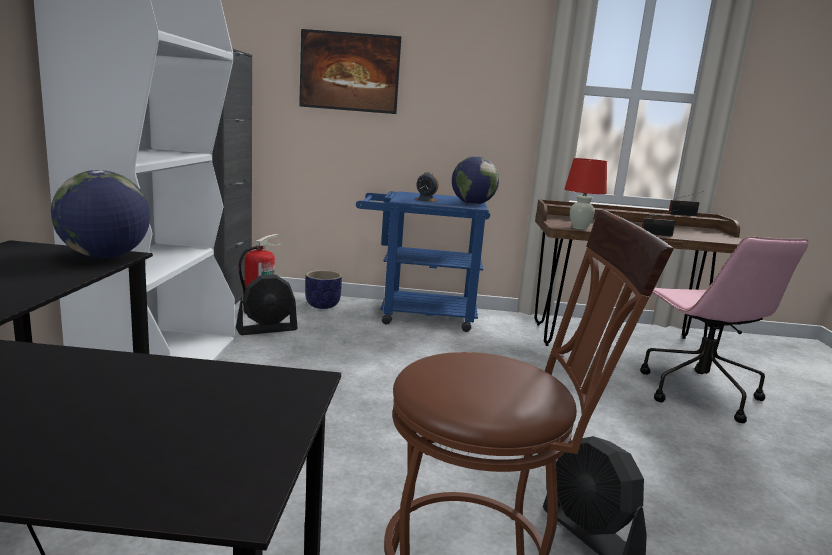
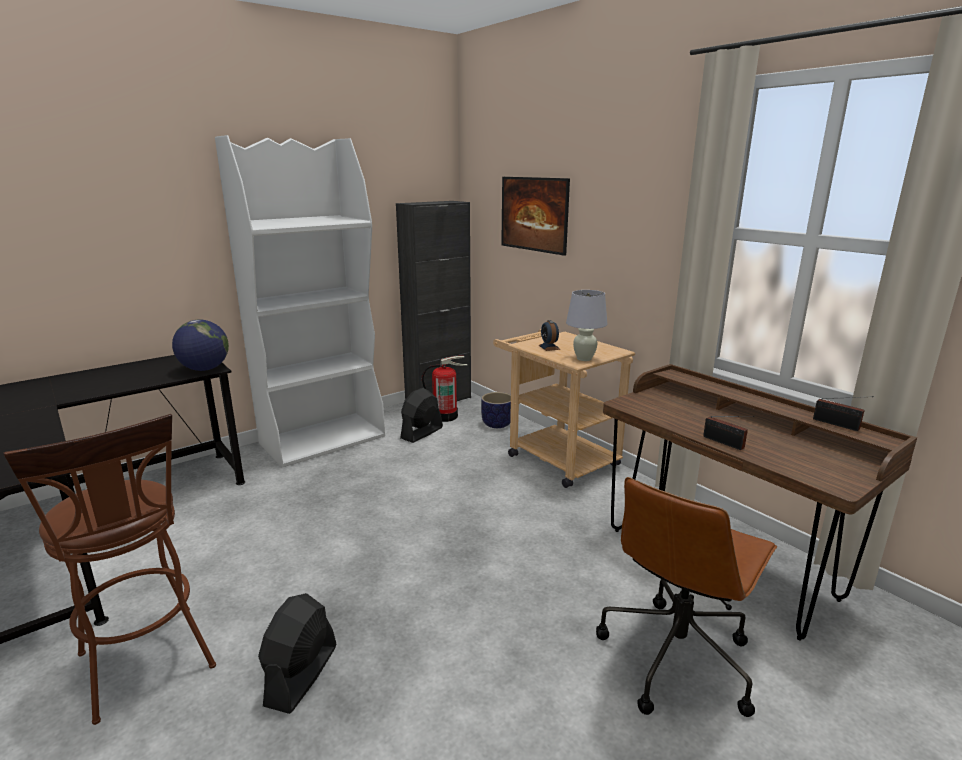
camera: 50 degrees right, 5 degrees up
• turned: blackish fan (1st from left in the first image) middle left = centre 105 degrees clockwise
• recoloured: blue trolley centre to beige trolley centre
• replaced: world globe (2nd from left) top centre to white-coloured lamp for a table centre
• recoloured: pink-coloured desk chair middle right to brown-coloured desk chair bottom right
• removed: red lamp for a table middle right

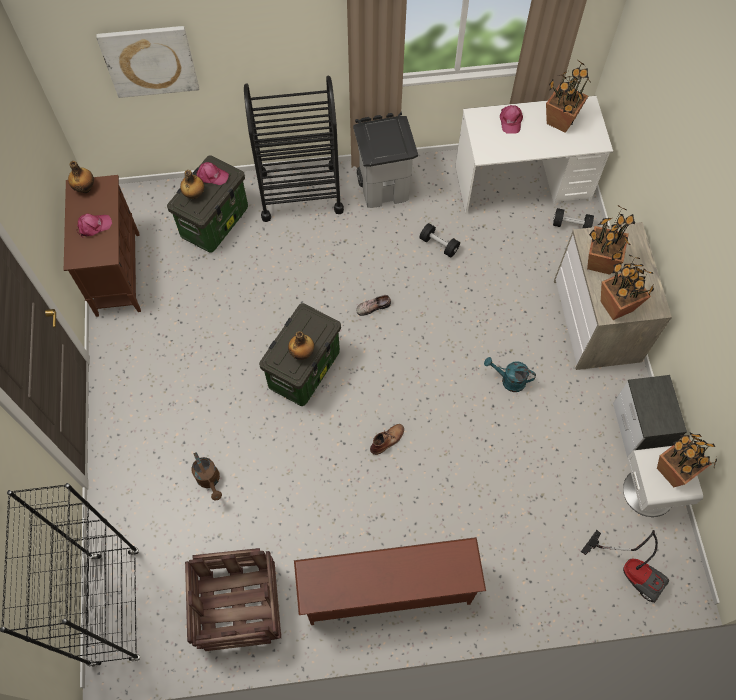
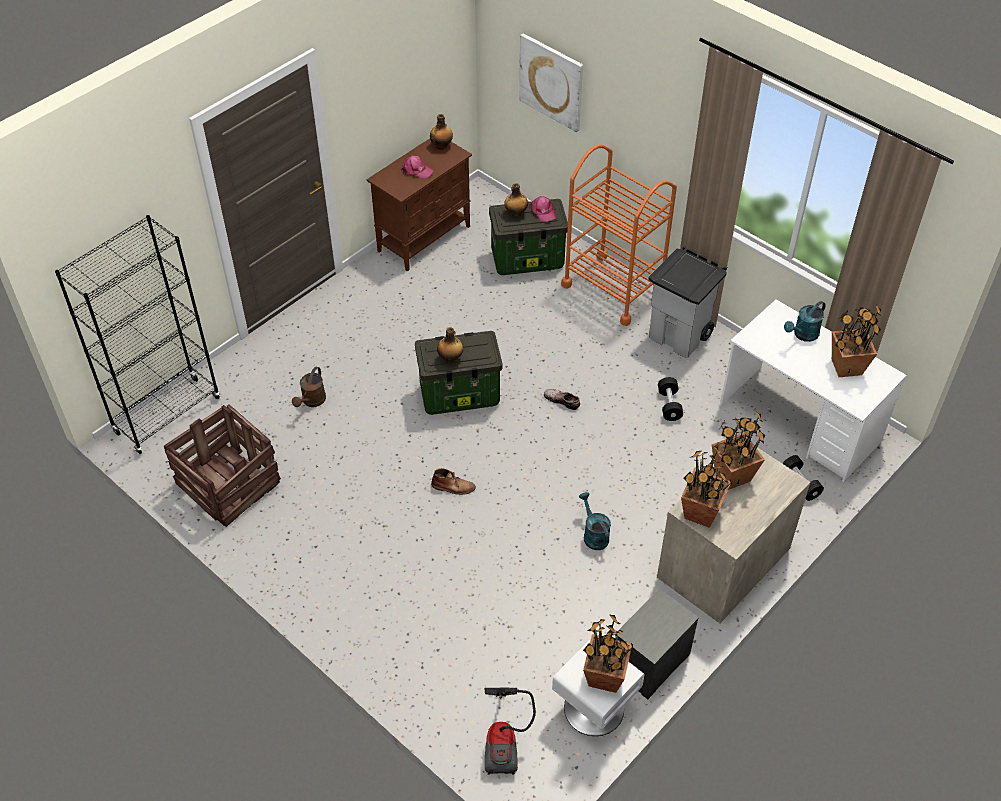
camera: 50 degrees right, 15 degrees down
• recoloured: blackish trolley top centre to orange trolley top centre
• replaced: pink-coloured baseball cap (3rd from left) top right to turquoise-coloured sprinkling can (2nd from left) middle right
• removed: brown-coloured shoe shelf bottom centre

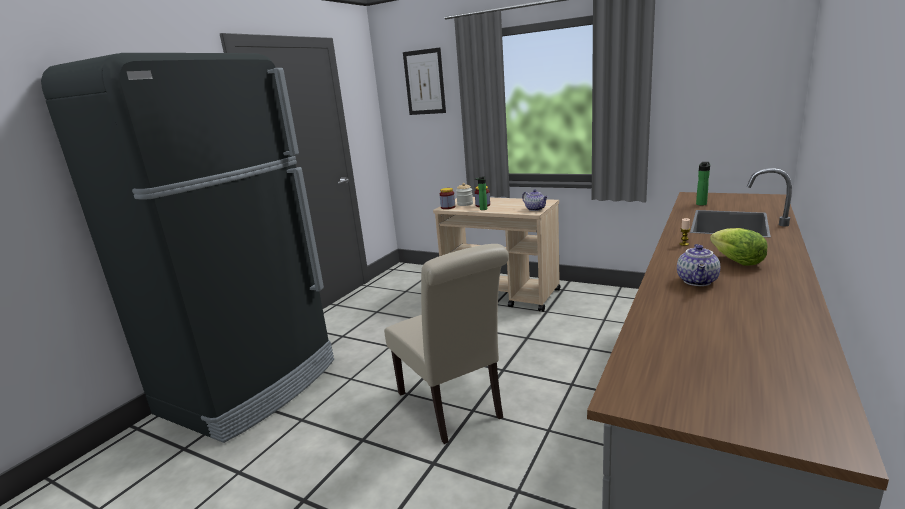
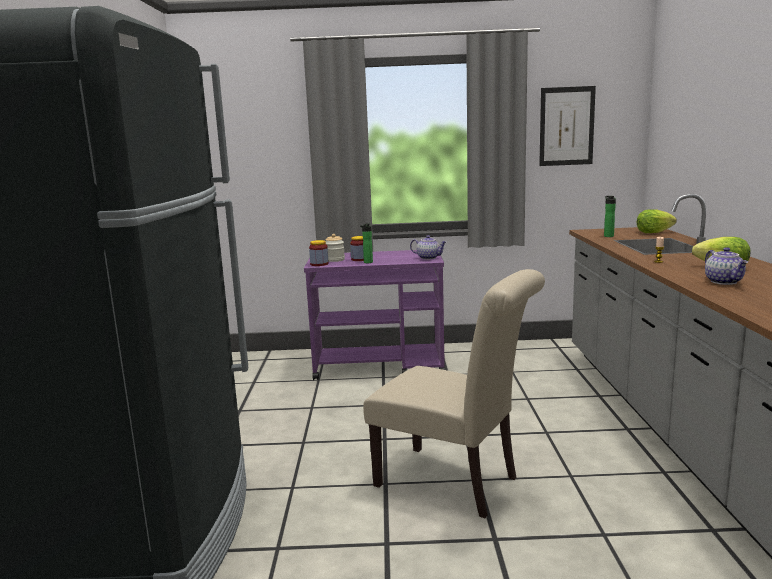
camera: 30 degrees left, 5 degrees down
• recoloured: beige trolley centre to purple-coloured trolley centre
• moved: picture top centre to top right
• added: head of lettuce (1st from left) middle right

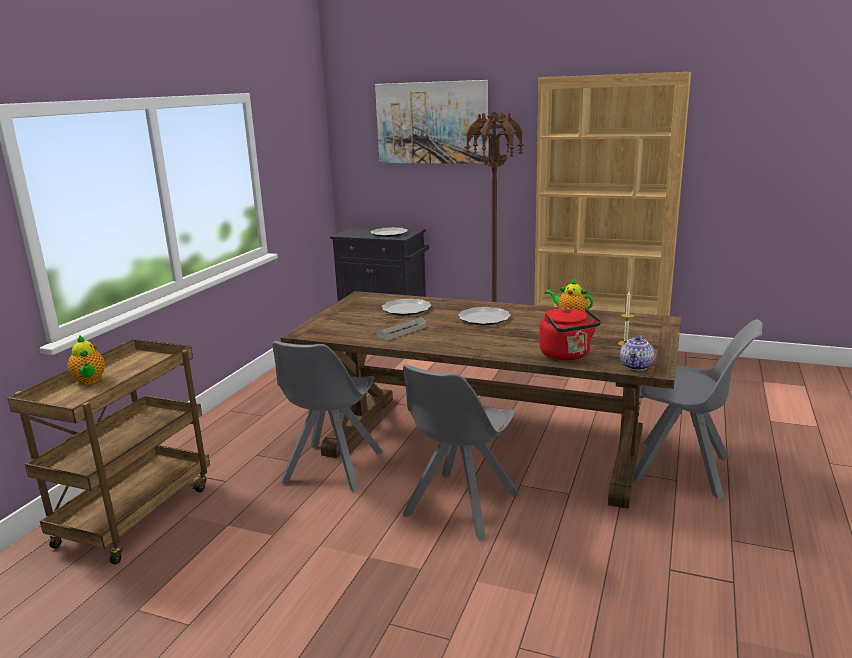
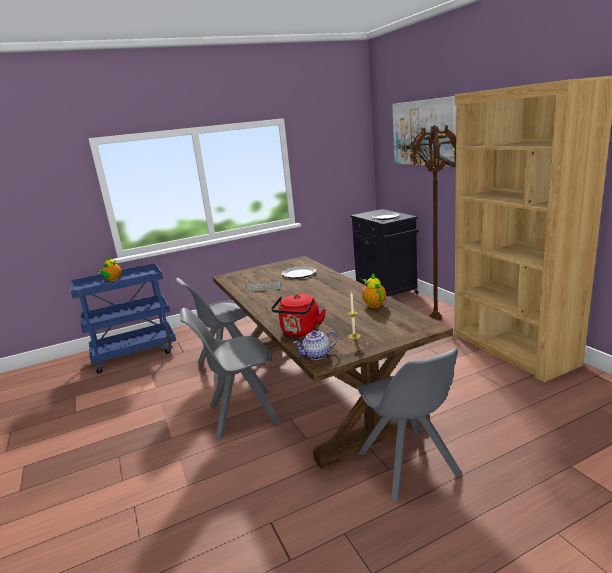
camera: 45 degrees right, 0 degrees up
• recoloured: brown-coloured trolley bottom left to blue trolley middle left
• removed: dinner plate (3rd from left) centre

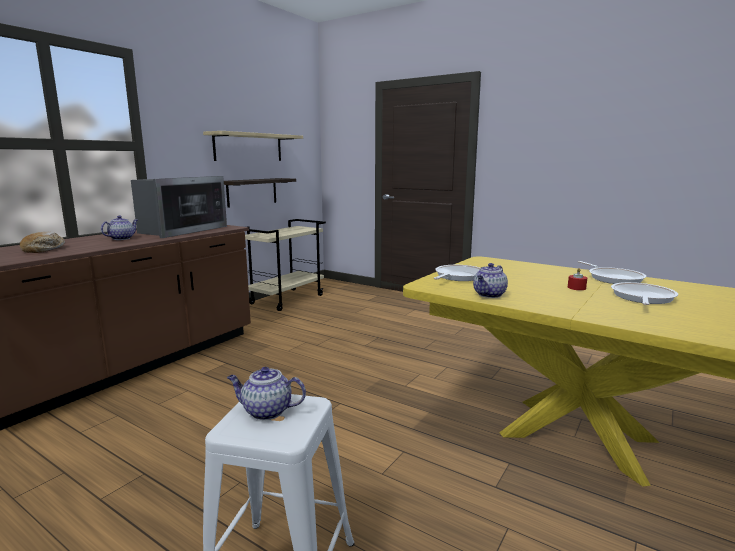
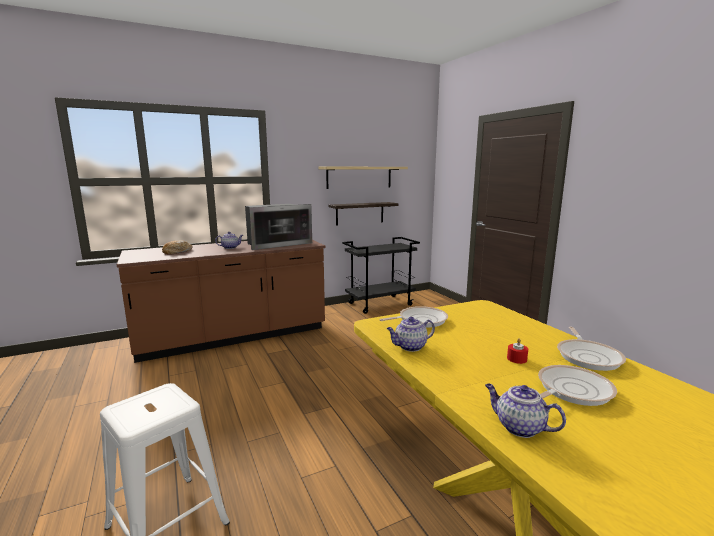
camera: 30 degrees right, 0 degrees up
• recoloured: beige trolley centre to blackish trolley centre
• moved: pot for tea (2nd from left in the first image) bottom centre to pot for tea (3rd from left) bottom right

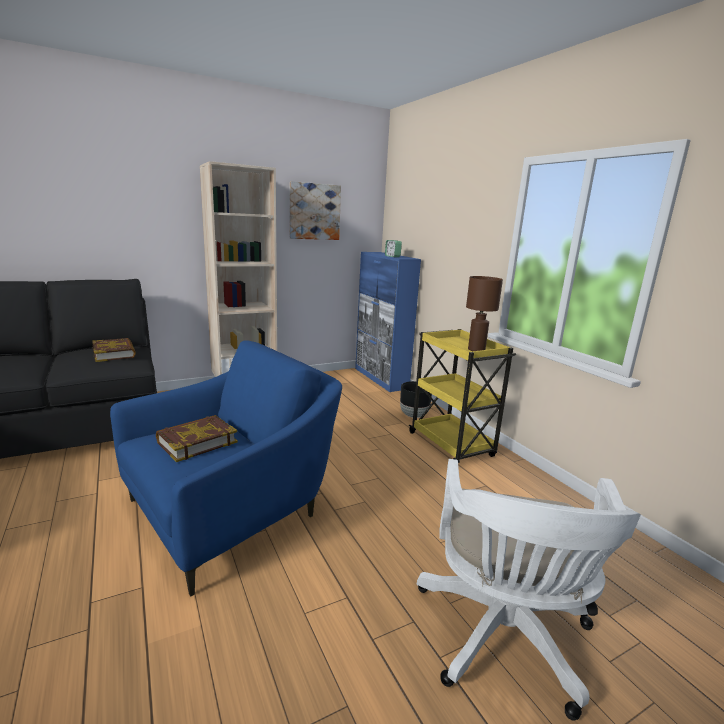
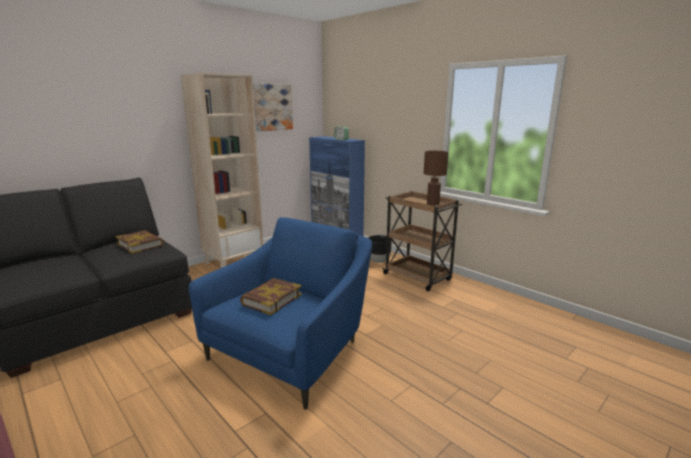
camera: 15 degrees left, 0 degrees up
• recoloured: yellowish trolley centre to brown-coloured trolley centre
• removed: white-coloured desk chair bottom right

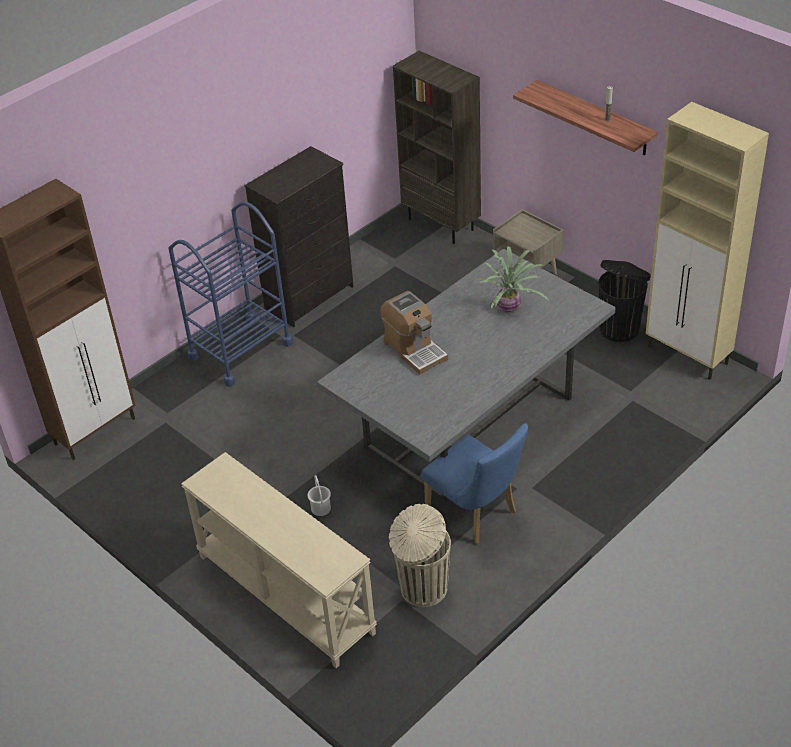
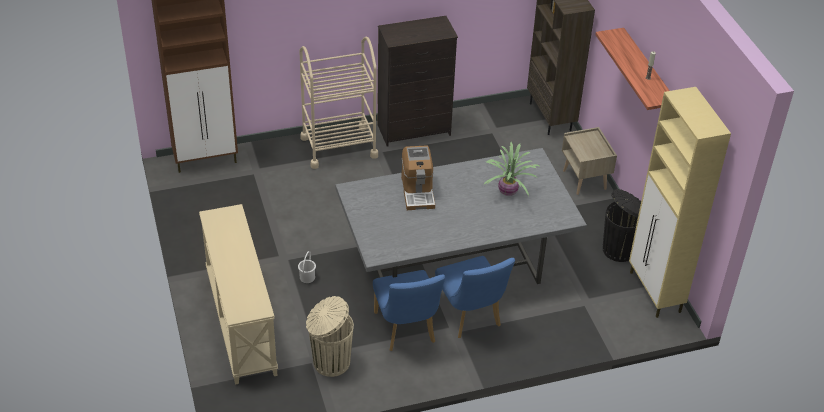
camera: 25 degrees right, 0 degrees up
• recoloured: blue trolley middle left to beige trolley top centre
• added: blue plain chair (2nd from left) bottom centre

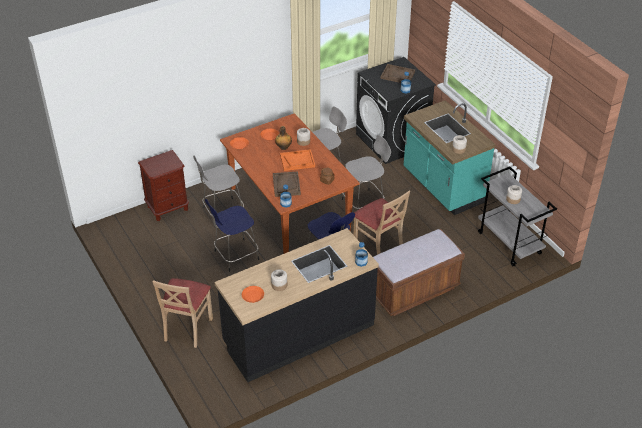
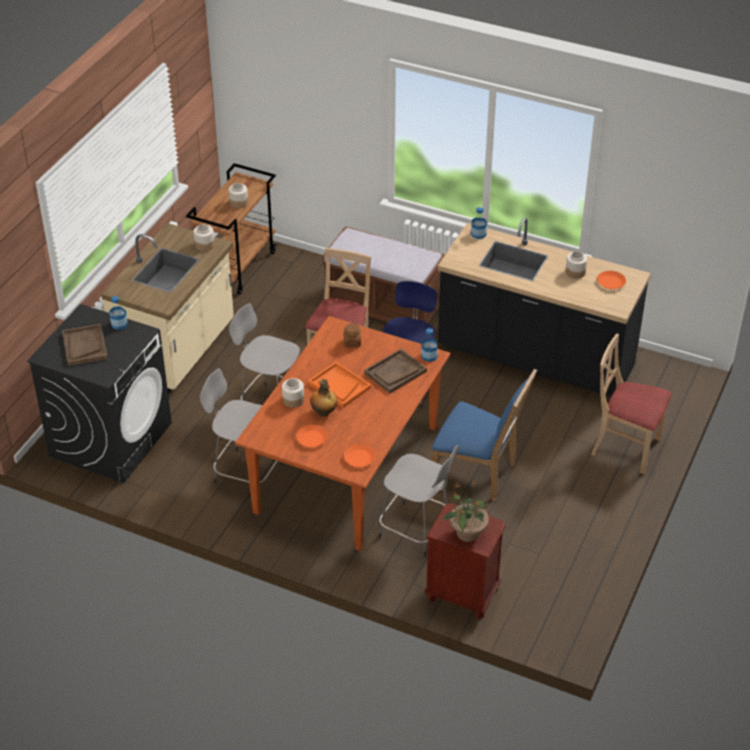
camera: 125 degrees left, 0 degrees up
• recoloured: turquoise-coloured counter middle right to beige counter middle left
• recoloured: grey trolley middle right to brown-coloured trolley top left
• replaced: blue stool seat (1st from left) centre to blue plain chair centre
• added: houseplant bottom centre
• turned: beige plain chair (1st from left in the first image) bottom left = middle right 135 degrees counterclockwise

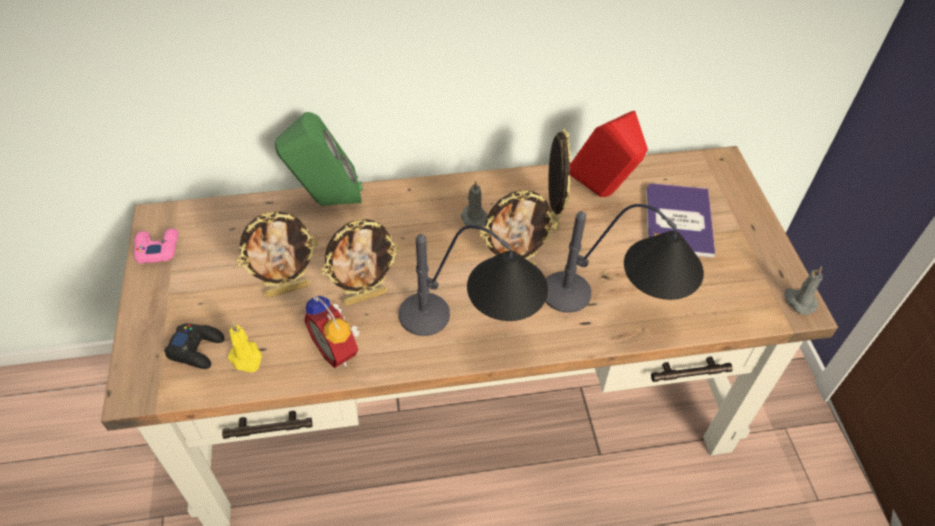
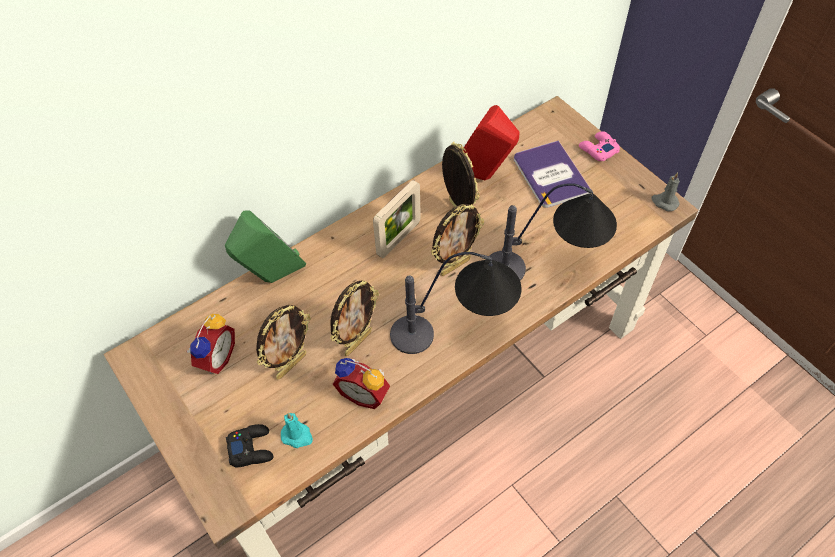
camera: 25 degrees left, 5 degrees up
• added: bedside clock (1st from left) middle left
• recoloured: yellowish wax light middle left to turquoise-coloured wax light bottom centre
• replaced: grey wax light (1st from left) centre to photo frame (3rd from left) centre
• moved: pink-coloured gamepad middle left to top right

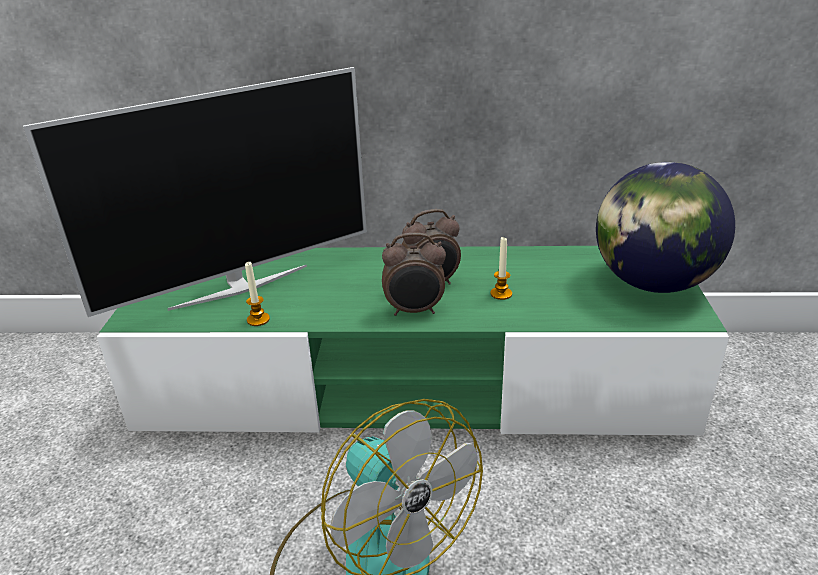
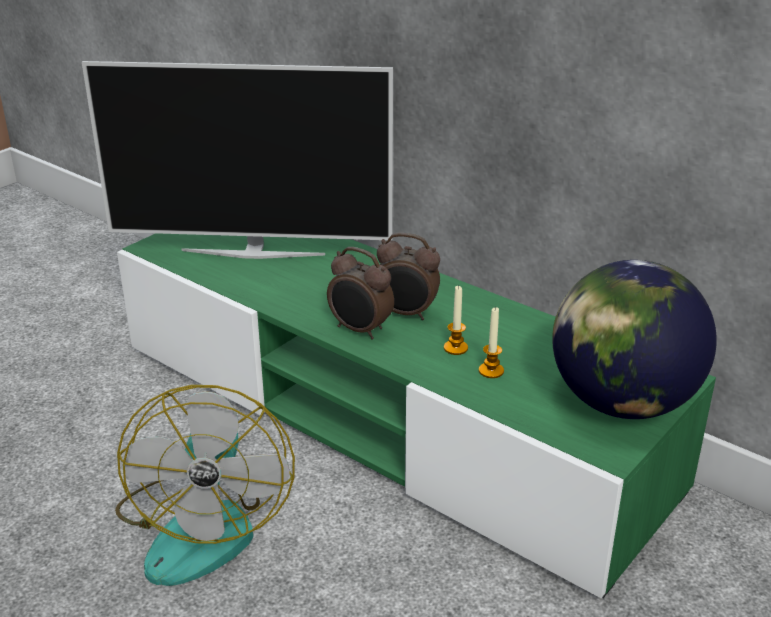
camera: 35 degrees right, 0 degrees up
• moved: wax light (1st from left in the first image) middle left to wax light (2nd from left) centre

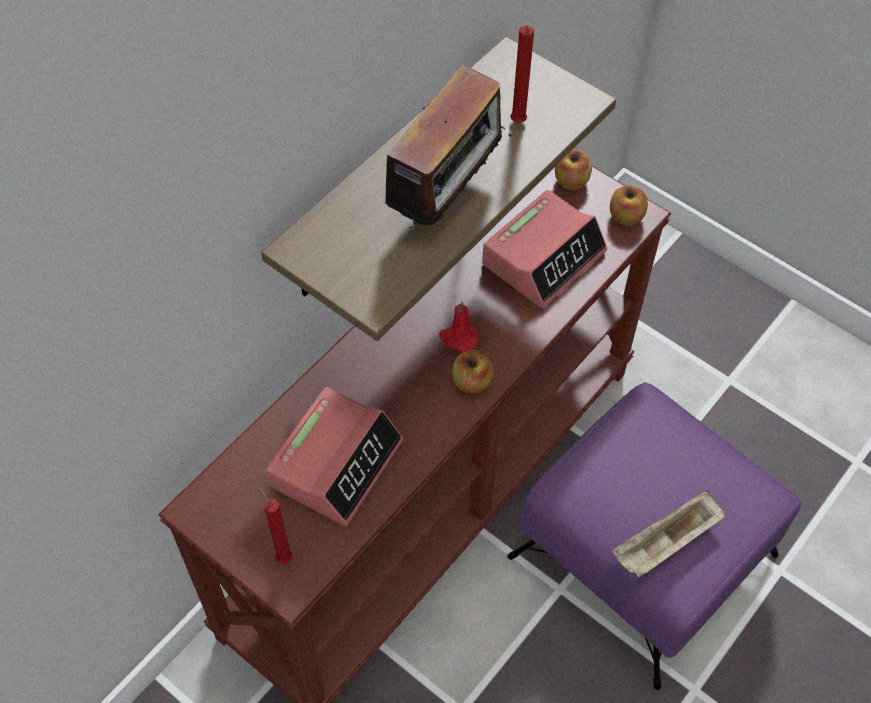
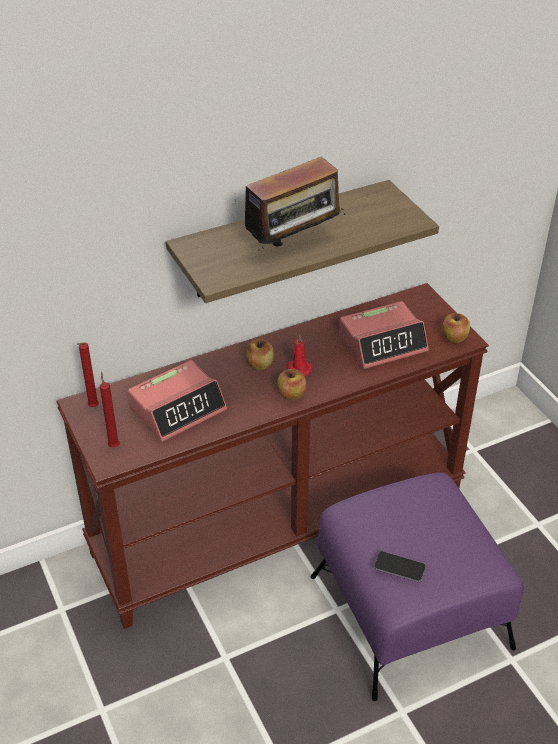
camera: 25 degrees right, 15 degrees down
• moved: red wax light (3rd from left in the first image) top centre to red wax light (1st from left) middle left
• moved: whole apple (2nd from left in the first image) top centre to whole apple (1st from left) centre
• replaced: beige tray bottom right to telephone bottom right

